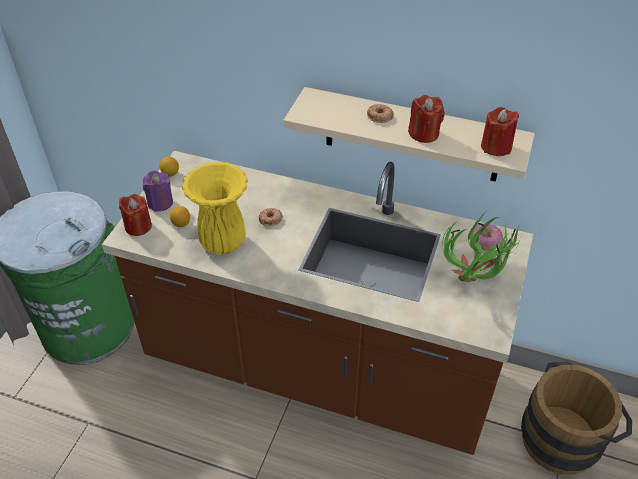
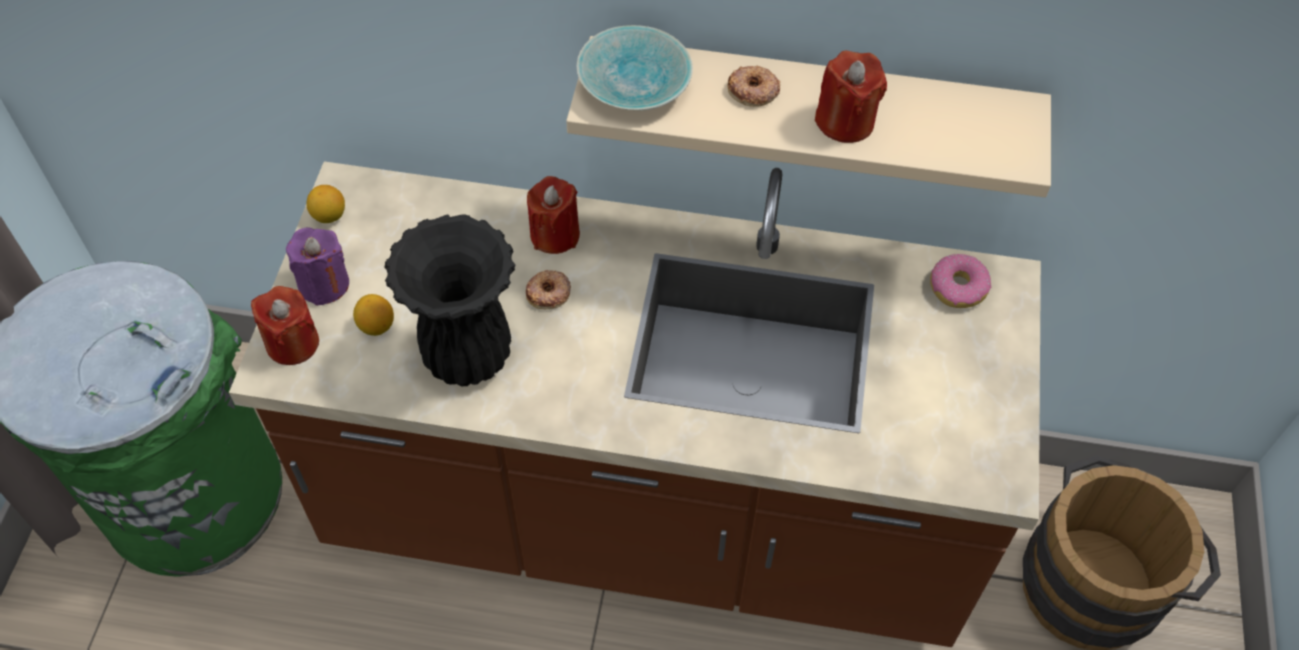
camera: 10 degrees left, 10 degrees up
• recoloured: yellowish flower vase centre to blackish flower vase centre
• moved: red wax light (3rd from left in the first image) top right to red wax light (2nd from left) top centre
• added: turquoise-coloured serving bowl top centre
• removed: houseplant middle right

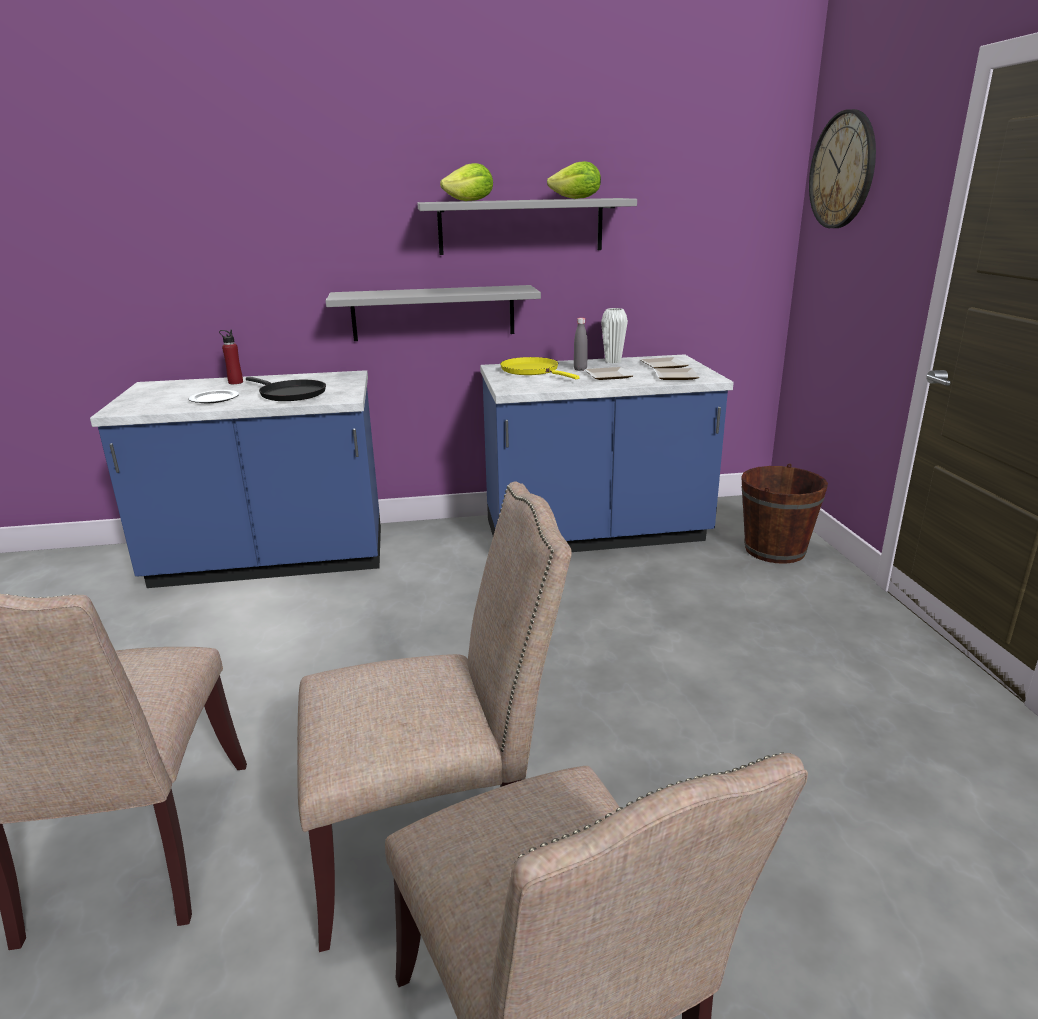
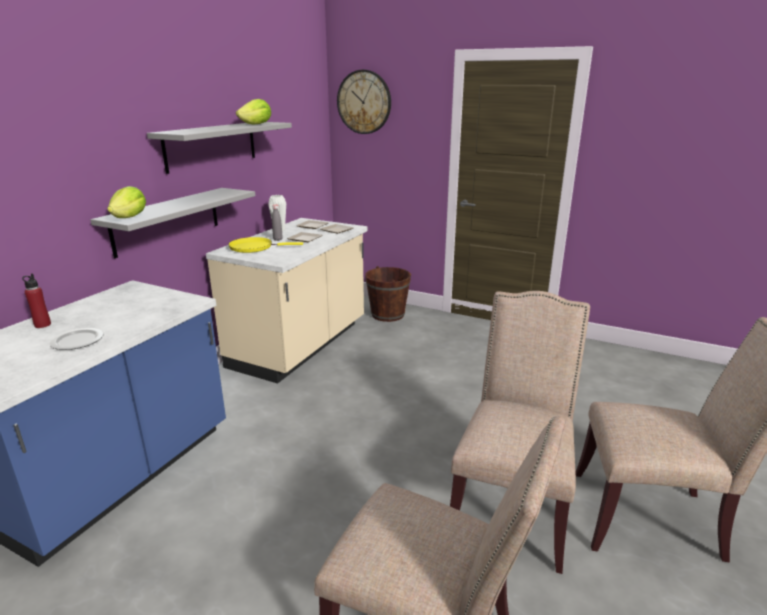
camera: 55 degrees left, 0 degrees up
• moved: head of lettuce (1st from left) top centre to top left
• recoloured: blue counter (2nd from left) centre to beige counter centre
• removed: blackish pan middle left

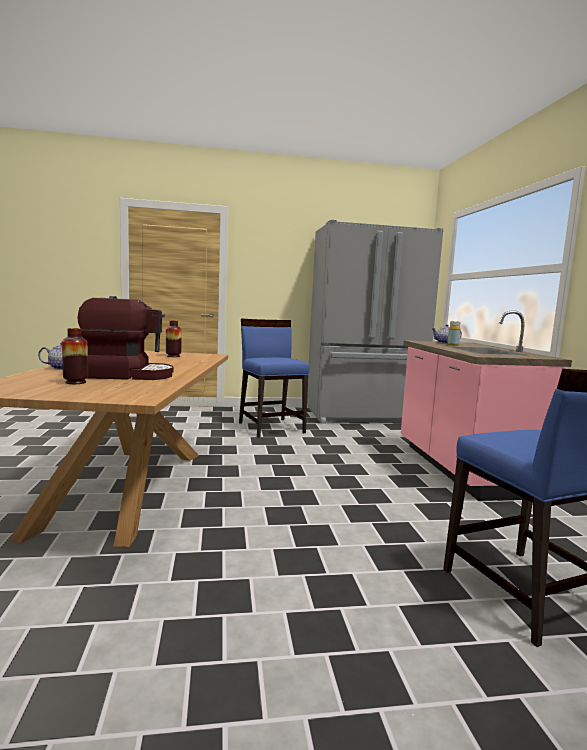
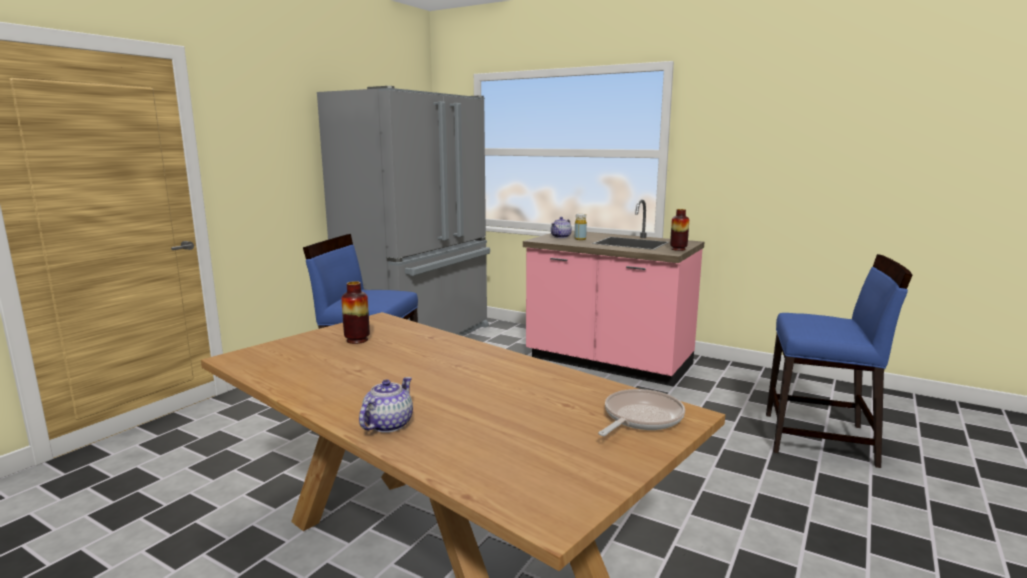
camera: 50 degrees left, 5 degrees up
• added: pan bottom centre
• moved: flower vase (1st from left in the first image) middle left to flower vase (2nd from left) centre
• removed: coffee brewer middle left

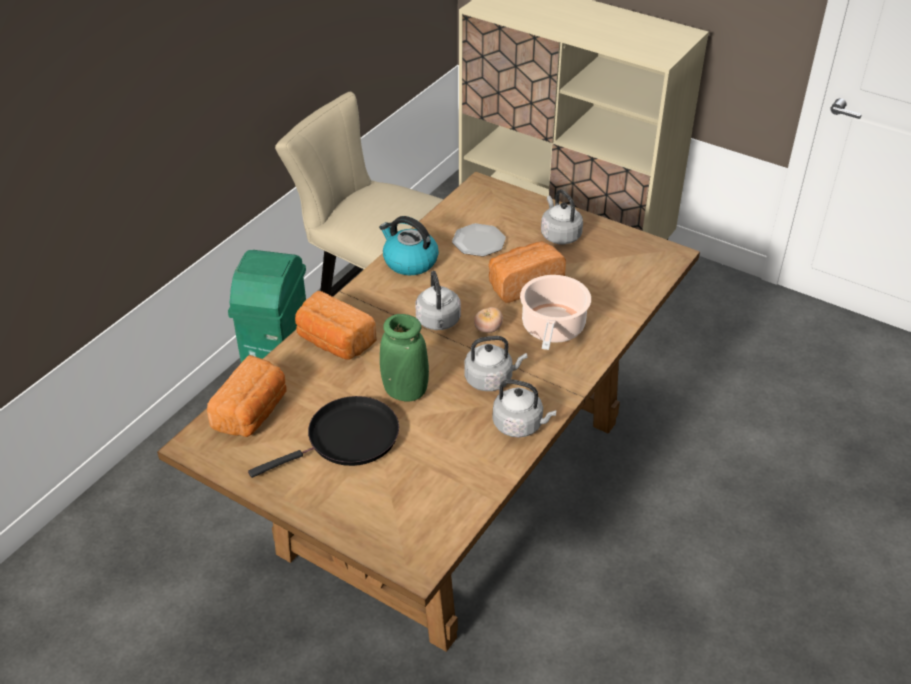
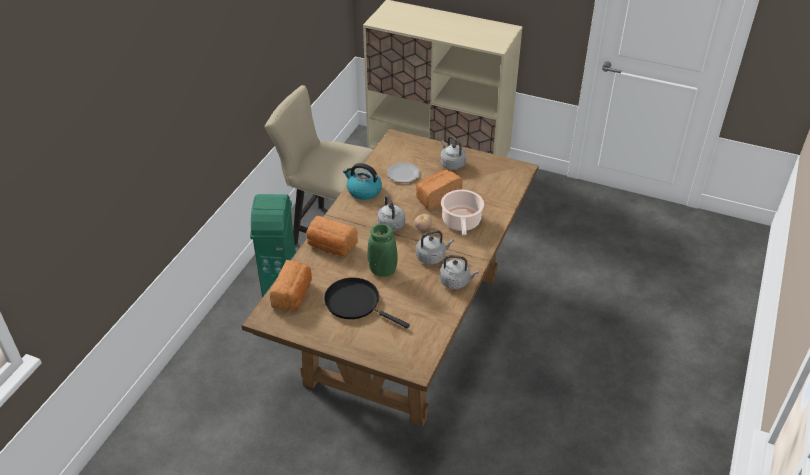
camera: 10 degrees left, 0 degrees up
• turned: blackish pan centre = centre 105 degrees counterclockwise

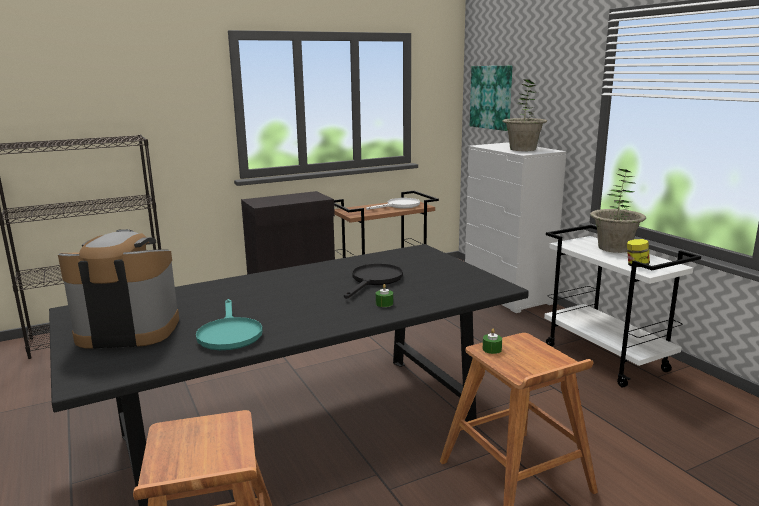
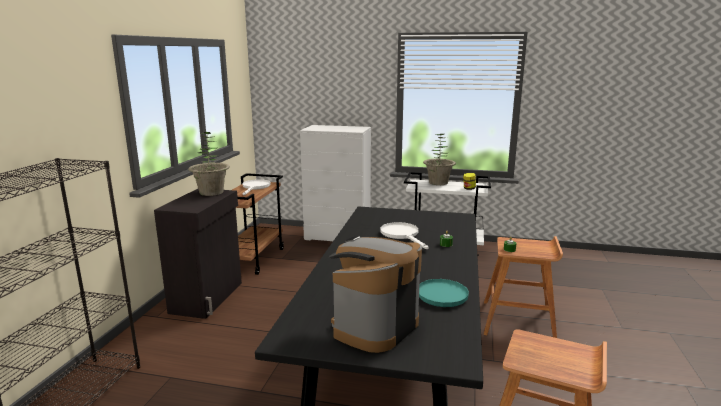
camera: 50 degrees left, 0 degrees up
• moved: houseplant (1st from left) top right to middle left
• recoloured: blackish pan centre to white-coloured pan (2nd from left) centre
• removed: picture top centre

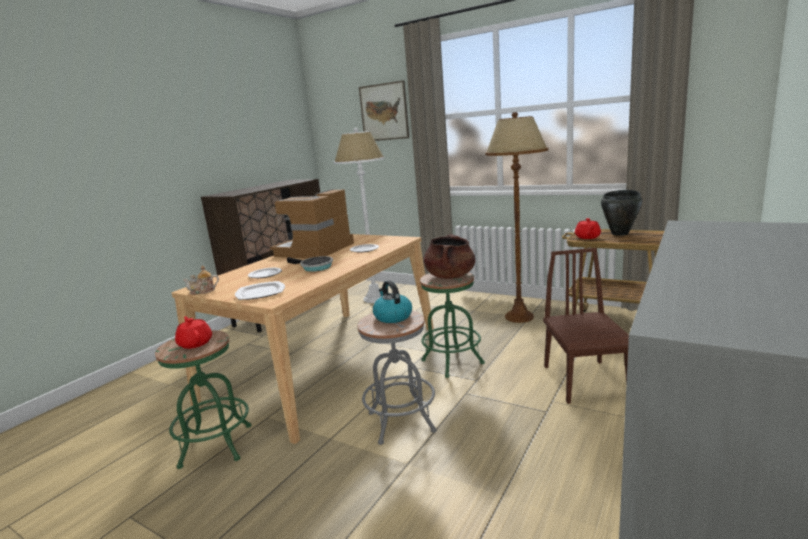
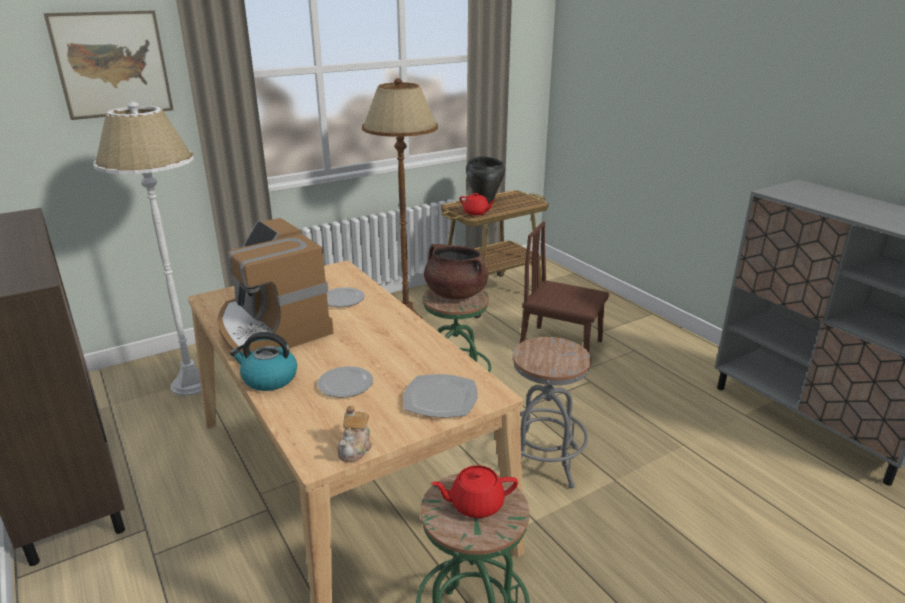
camera: 65 degrees left, 10 degrees up
• moved: tea kettle centre to middle left
• removed: pan centre

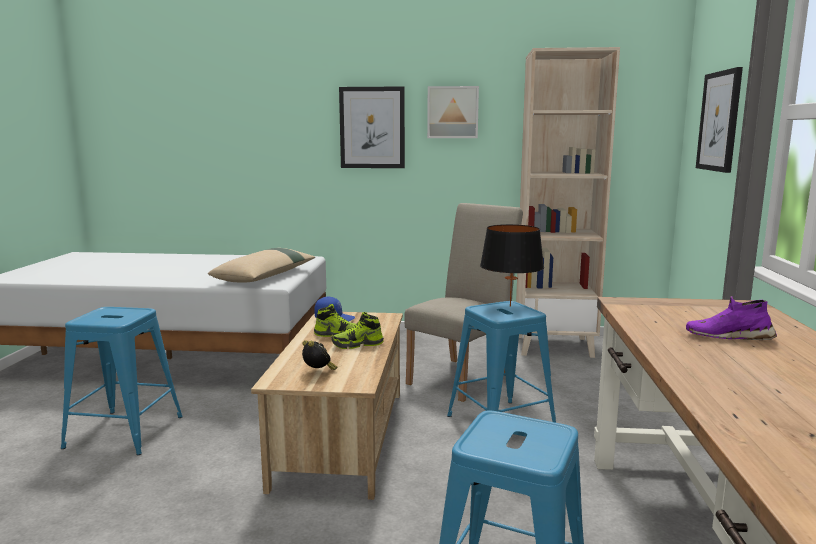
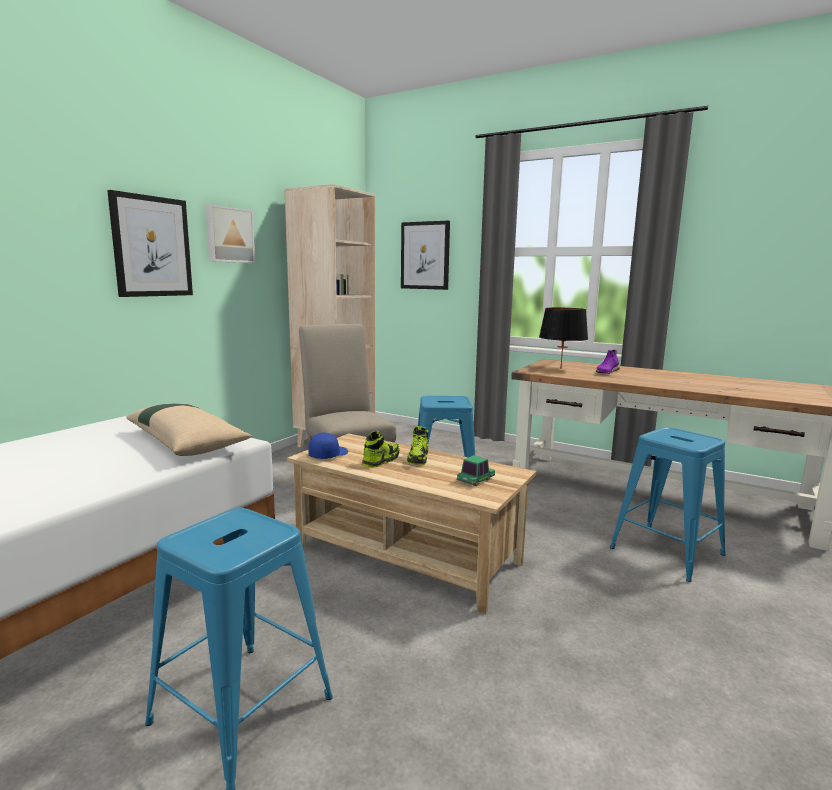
camera: 65 degrees left, 0 degrees up
• replaced: bedside clock centre to toy car centre
• moved: blackish lamp for a table centre to middle right

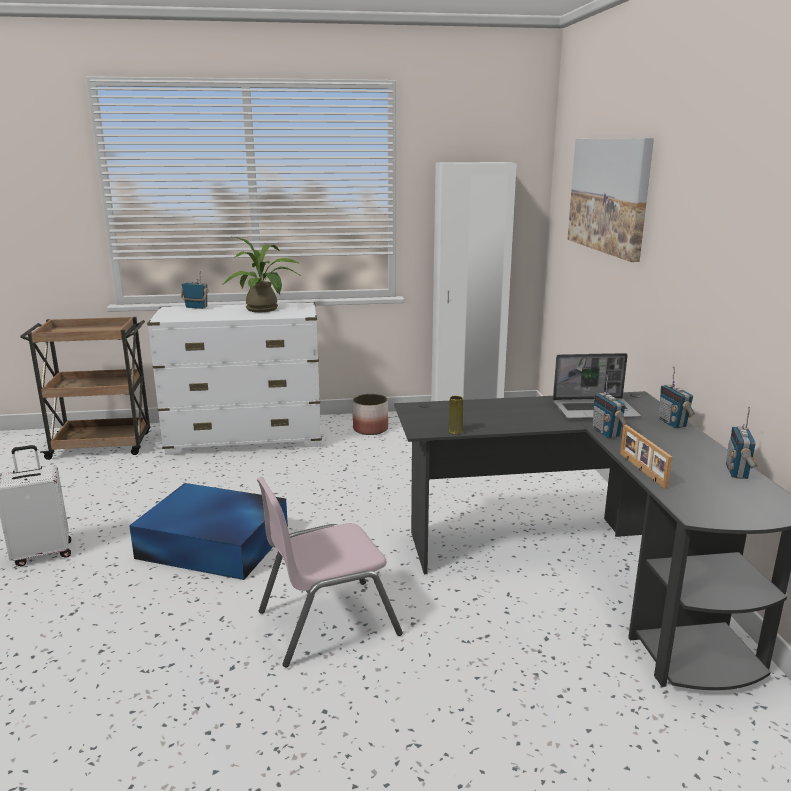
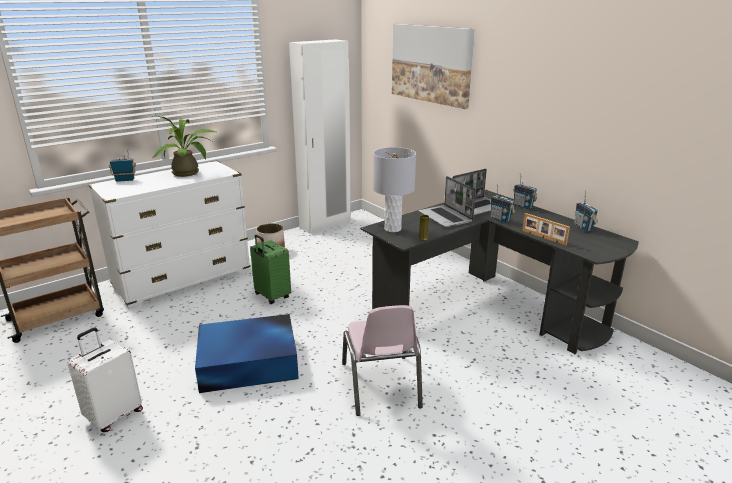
camera: 30 degrees left, 5 degrees up
• added: green-coloured travel case centre
• turned: pink-coloured plain chair bottom centre = bottom centre 45 degrees counterclockwise
• added: grey lamp for a table centre
• added: portable computer (1st from left) centre

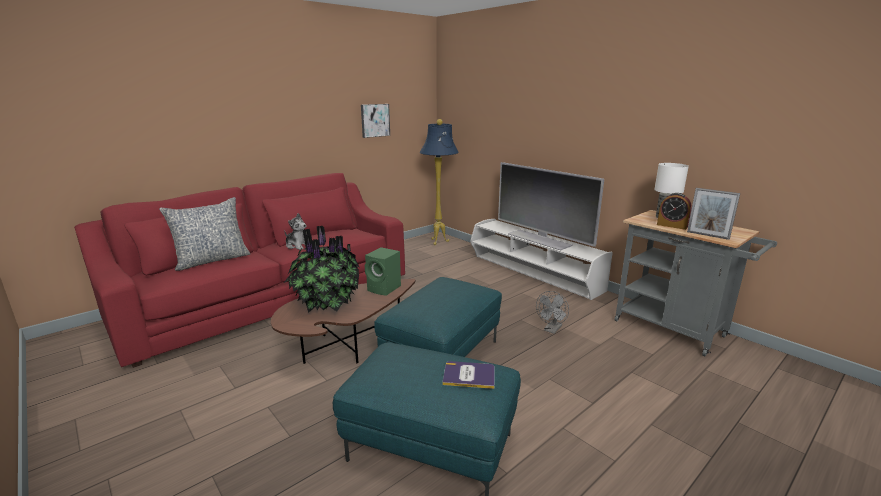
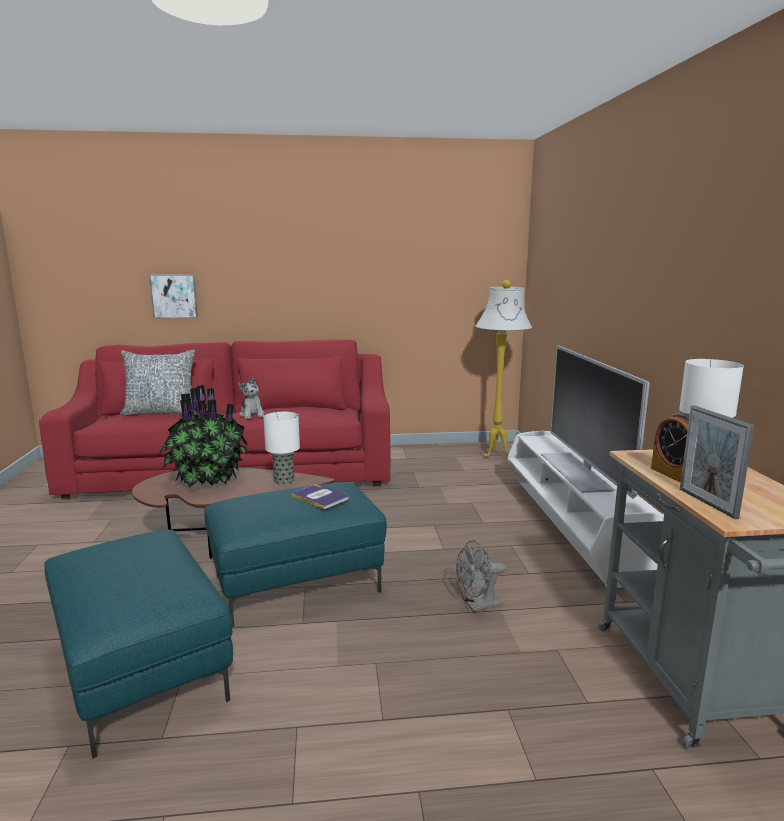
camera: 35 degrees right, 5 degrees down
• moved: picture top centre to middle left
• replaced: green-coloured speaker centre to lamp for a table (1st from left) centre
• moved: volume bottom centre to centre
• recoloured: blue floor lamp centre to white-coloured floor lamp centre

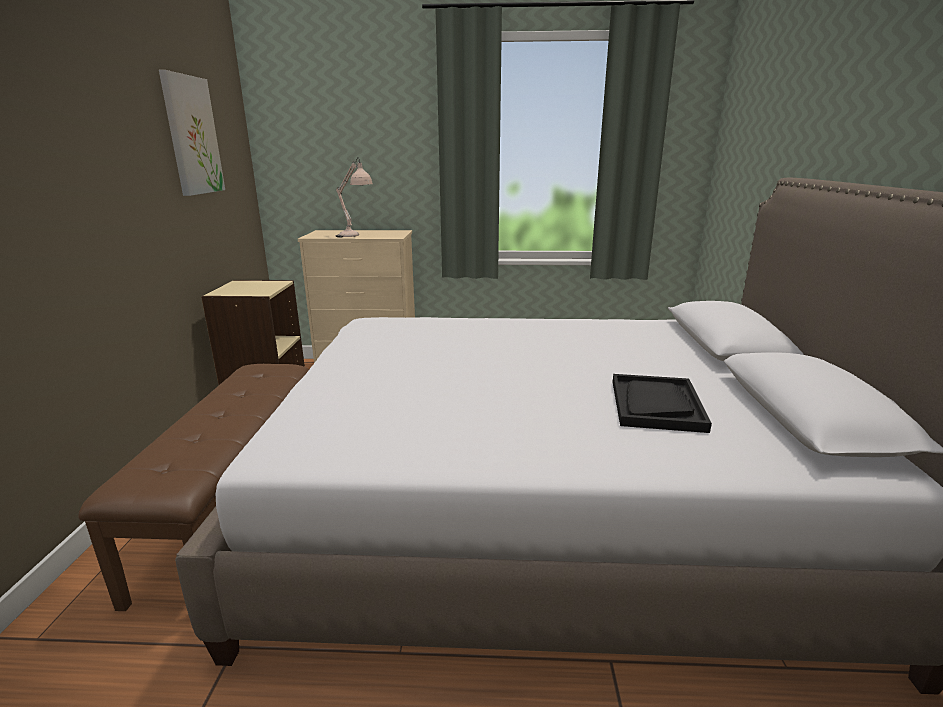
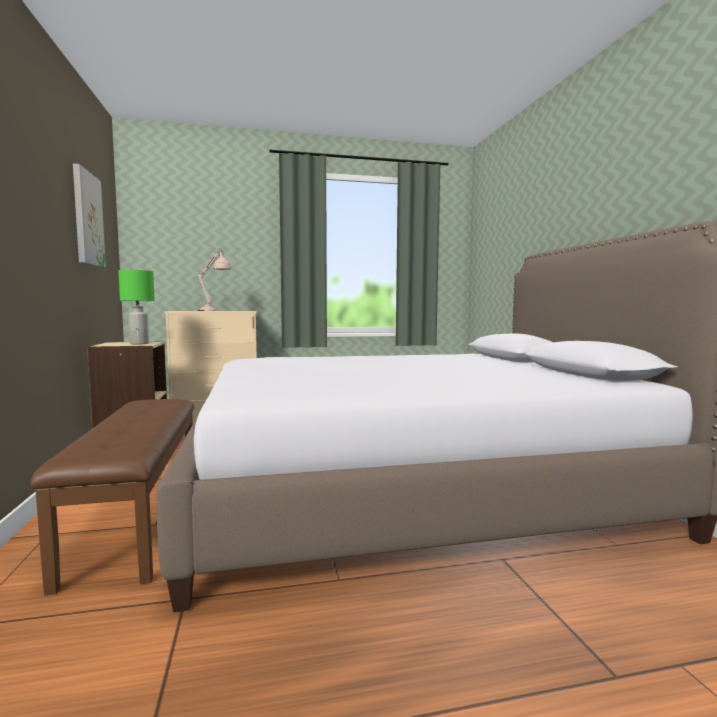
camera: 15 degrees left, 15 degrees down
• added: green-coloured lamp for a table middle left
• removed: blackish tray middle right

